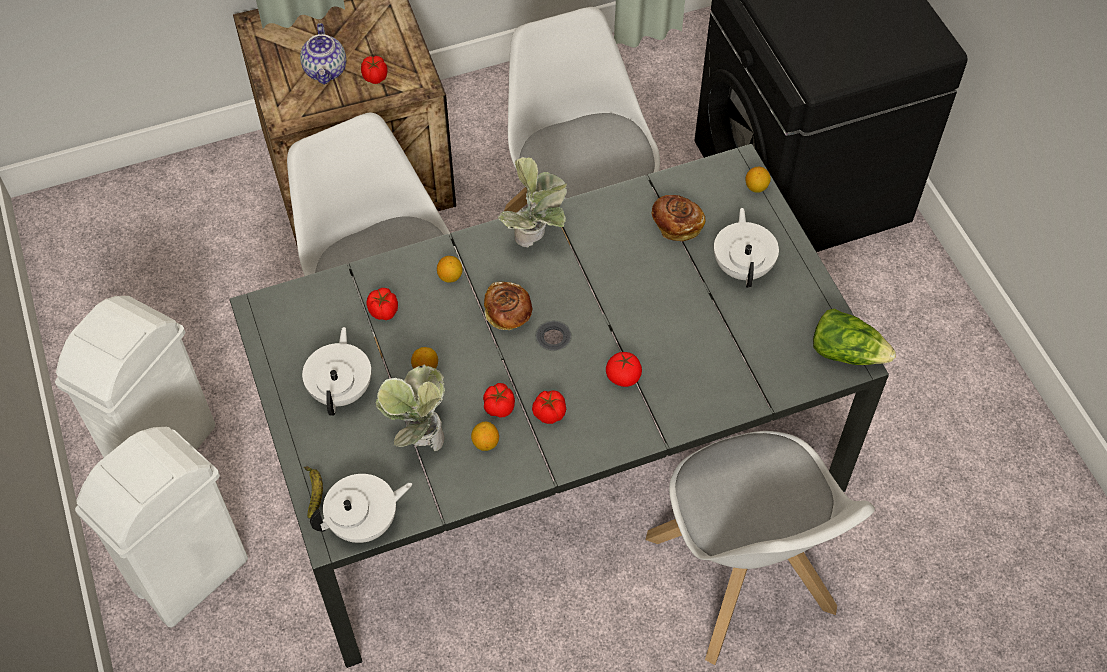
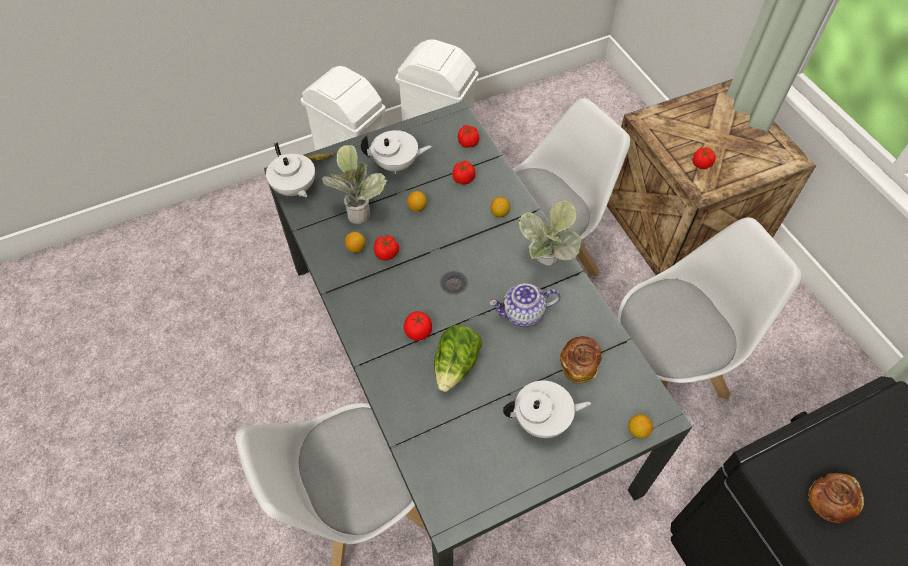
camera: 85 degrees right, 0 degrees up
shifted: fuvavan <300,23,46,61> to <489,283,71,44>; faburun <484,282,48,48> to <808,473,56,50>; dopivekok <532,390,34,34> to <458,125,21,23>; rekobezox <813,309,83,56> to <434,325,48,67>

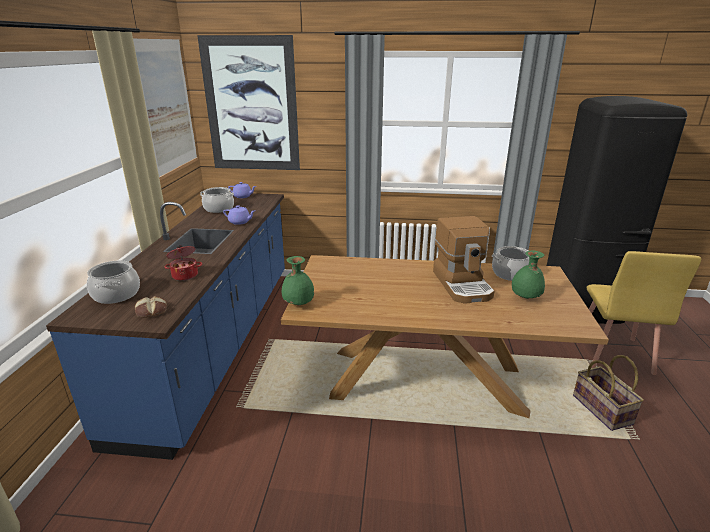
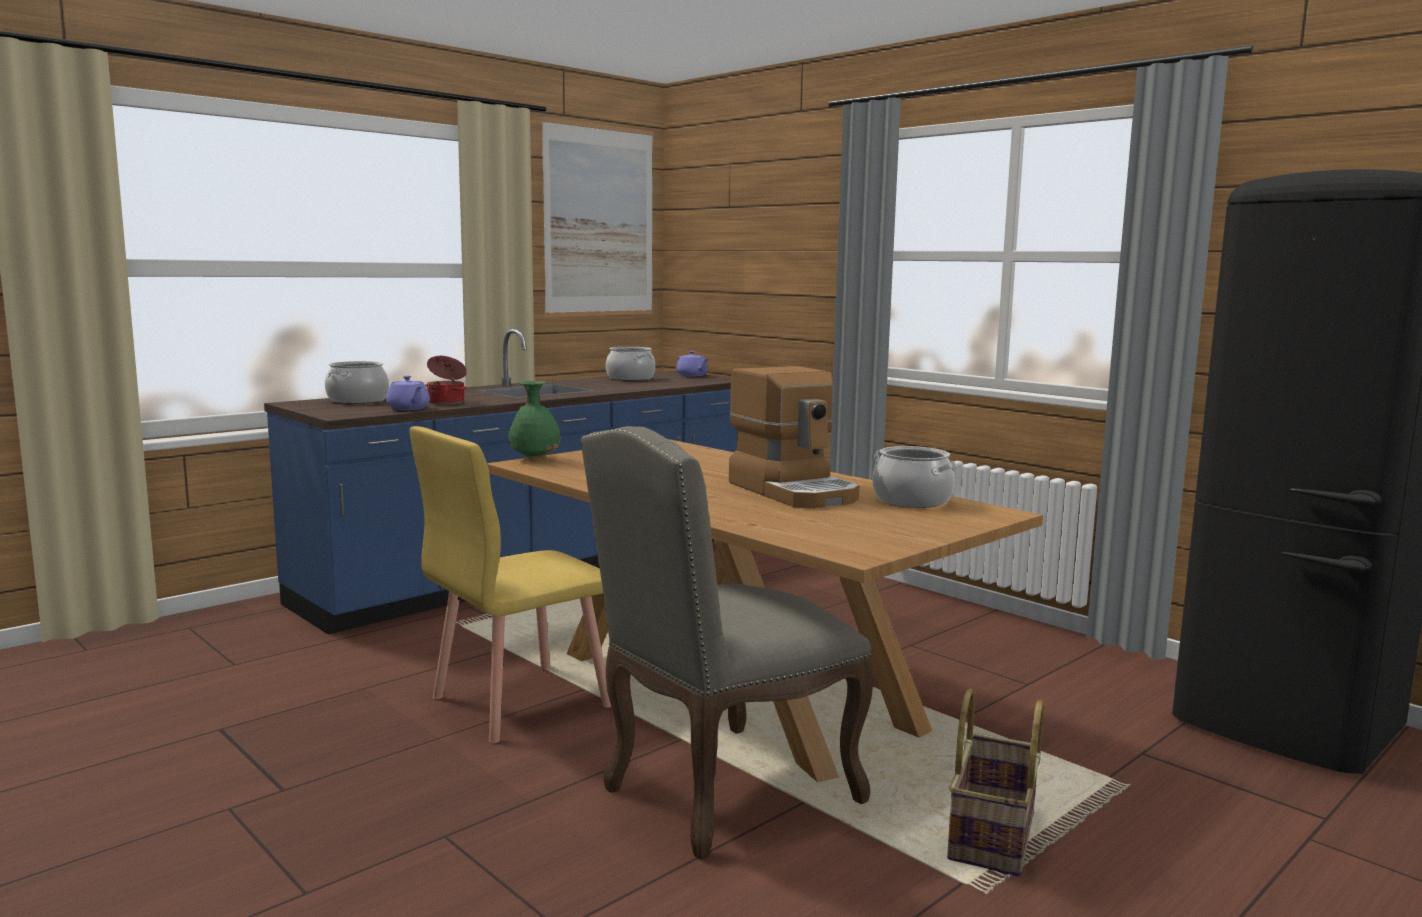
camera: 40 degrees right, 15 degrees down
gone: faburun <135,296,32,22>; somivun <197,35,103,135>; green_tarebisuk <512,250,33,49>
new: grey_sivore <581,426,292,433>
shifted: purple_fuvavan <223,205,32,20> to <386,376,44,34>; yellow_sivore <586,251,115,124> to <410,426,201,317>
rotated: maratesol <433,216,61,88> = <729,366,130,142> 60 degrees counterclockwise

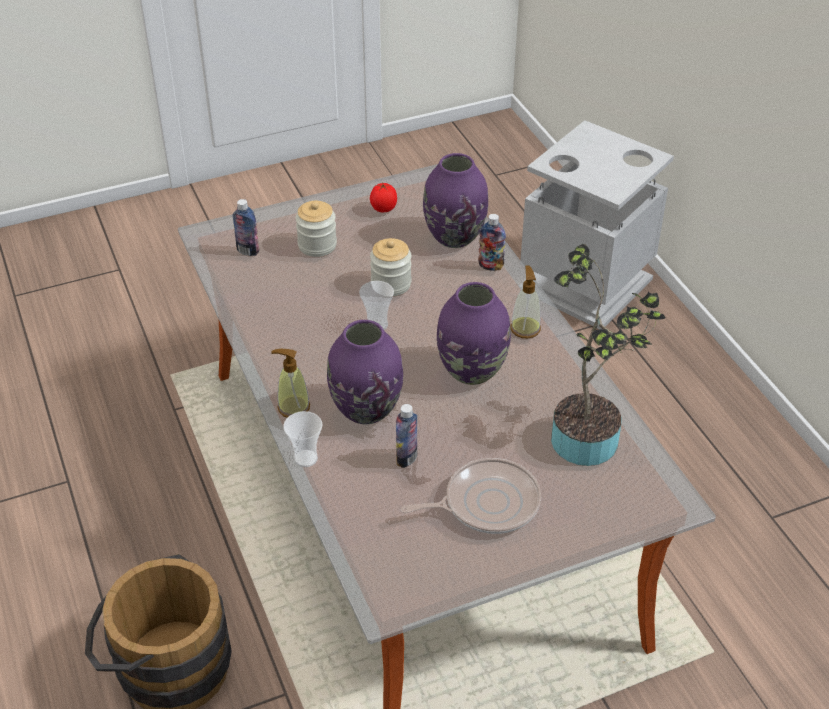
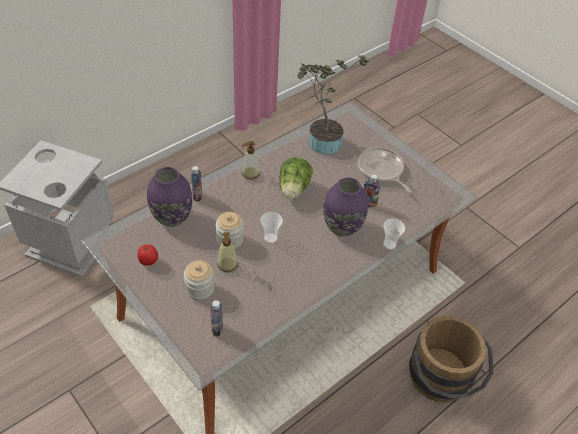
camera: 110 degrees left, 5 degrees up
shifted: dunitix <271,349,39,69> to <217,232,21,40>
swapped: purple_tarebisuk <437,282,74,103> to rekobezox <279,157,34,43>

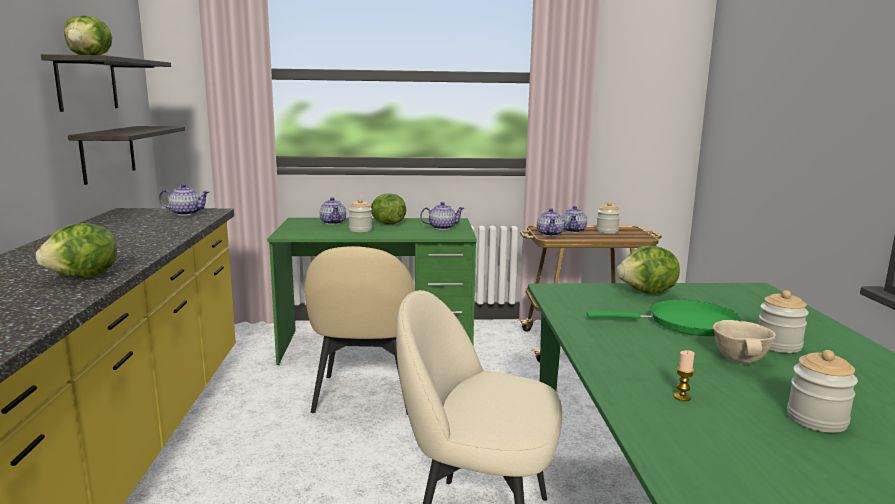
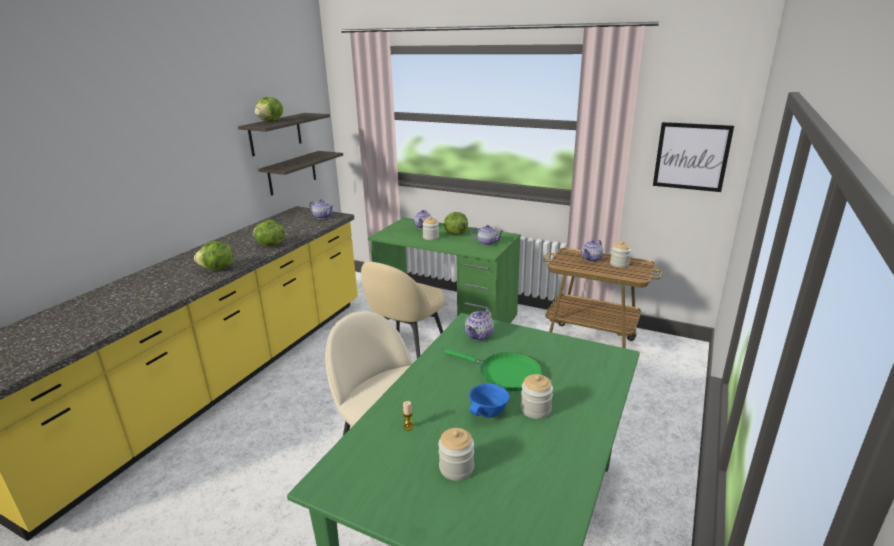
camera: 30 degrees right, 10 degrees up
new: somivun <653,122,81,70>
shifted: fuvavan <537,208,27,28> to <465,308,29,33>; rekobezox <616,246,64,48> to <253,220,32,26>
repainted: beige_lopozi <713,320,63,44> to blue_lopozi <469,383,40,35>

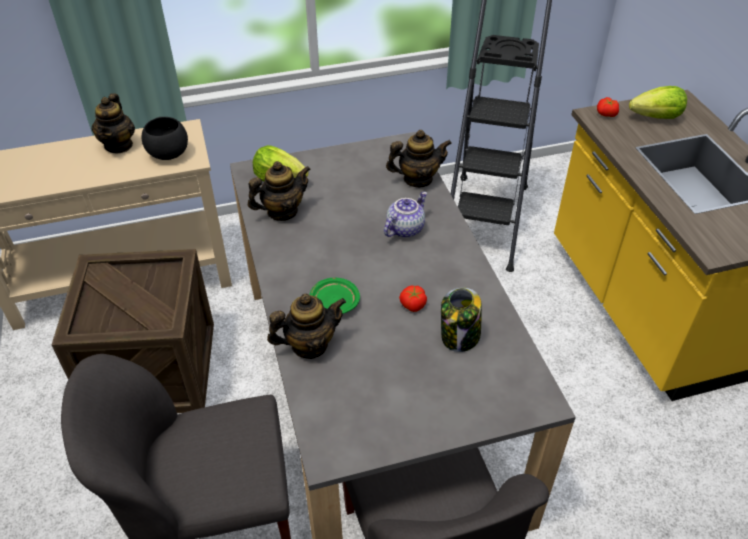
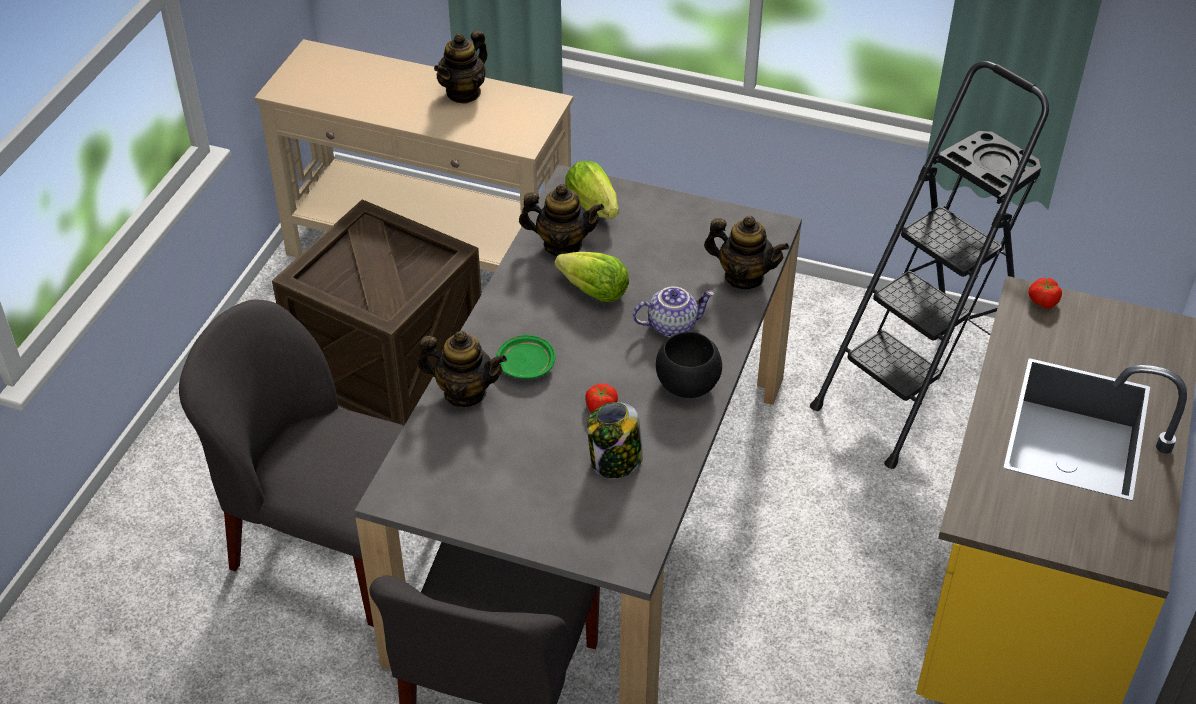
camera: 35 degrees right, 0 degrees up
shifted: black_lopozi <142,117,46,43> to <656,332,66,66>; rekobezox <629,86,58,33> to <555,252,74,50>

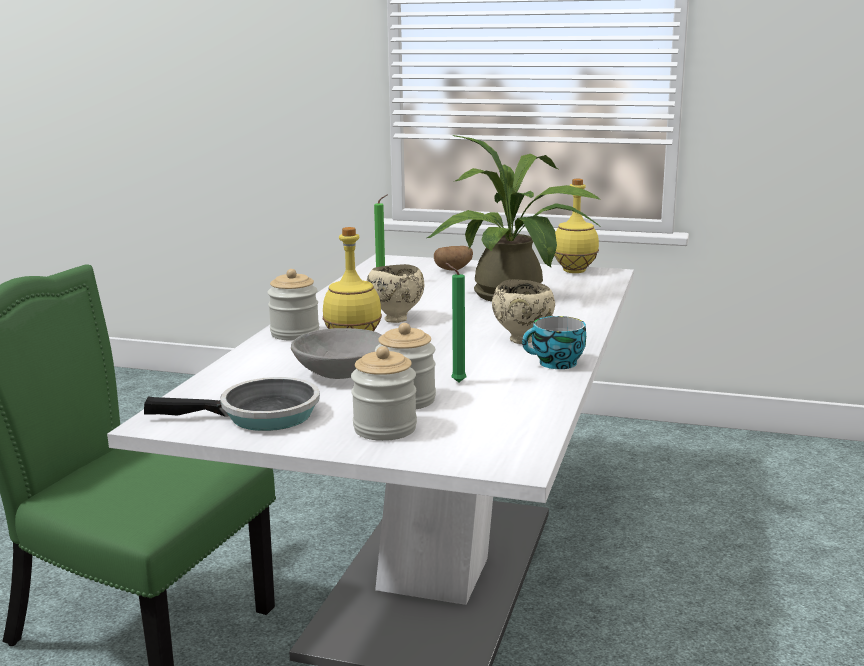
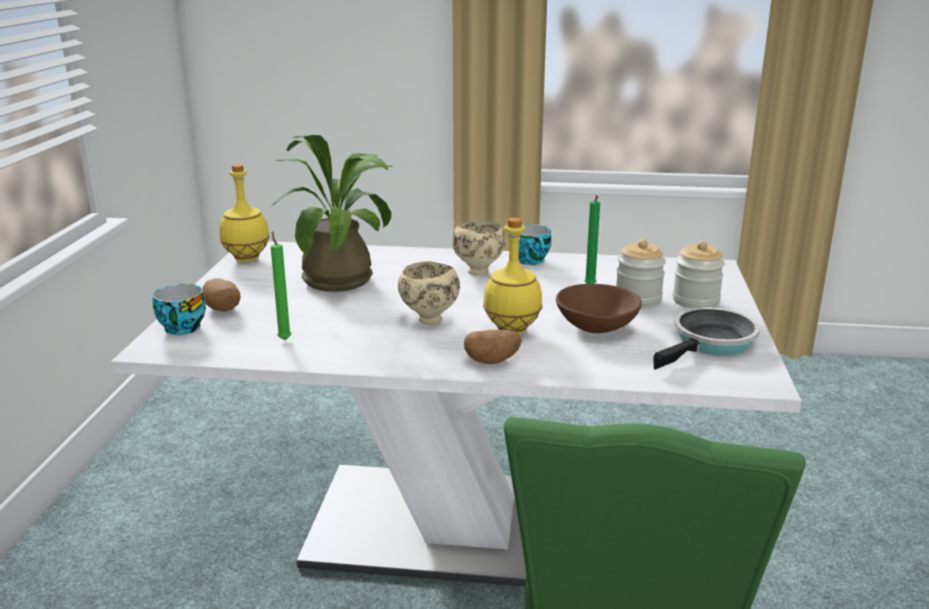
camera: 100 degrees left, 5 degrees up
new: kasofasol <153,284,53,51>
swapped: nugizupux <267,269,52,72> to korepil <464,330,58,34>
repainted: grey_lopozi <291,328,90,51> to brown_lopozi <556,284,86,49>
rotated: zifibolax <144,377,176,54> = <653,307,107,63> 60 degrees clockwise

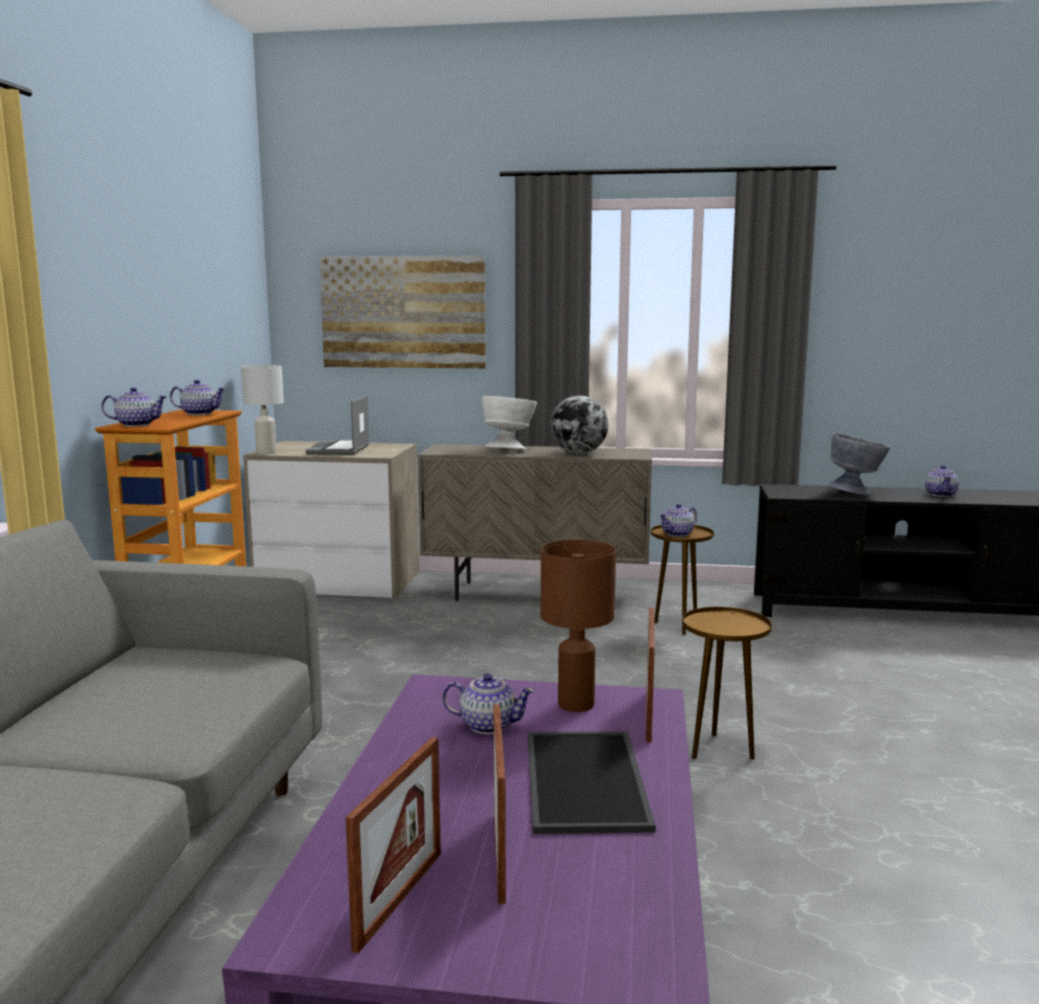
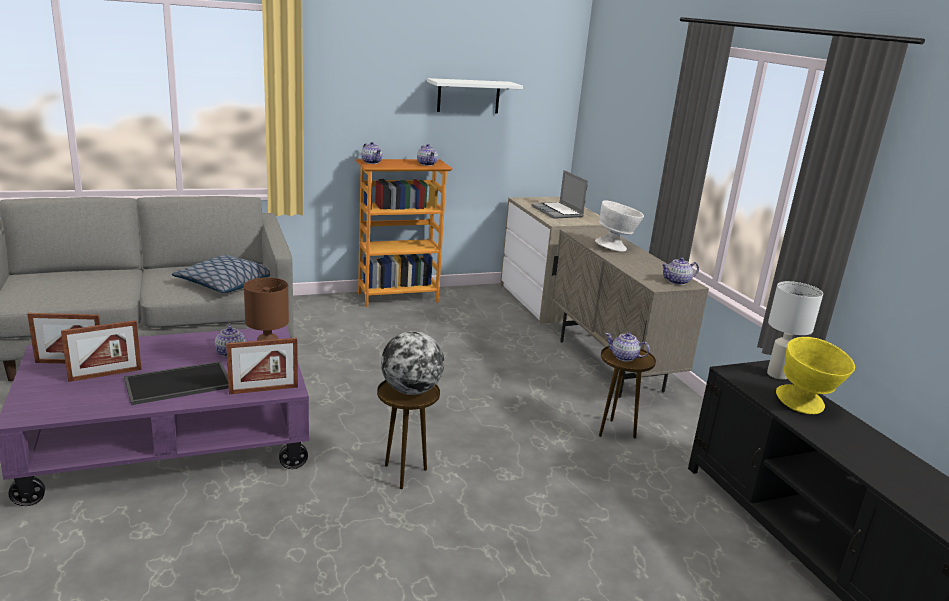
camera: 60 degrees right, 10 degrees up
gone: somivun <319,255,167,113>
new: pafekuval <172,255,98,38>; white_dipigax <427,78,96,35>
shifted: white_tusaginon <241,365,43,89> to <767,281,56,99>; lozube <550,395,58,59> to <381,331,63,64>; fuvavan <925,465,34,32> to <661,257,38,28>
repainted: grey_lopozi <827,433,63,62> to yellow_lopozi <776,337,79,77>
rotated: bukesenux <305,395,65,60> = <531,170,57,49> 90 degrees counterclockwise

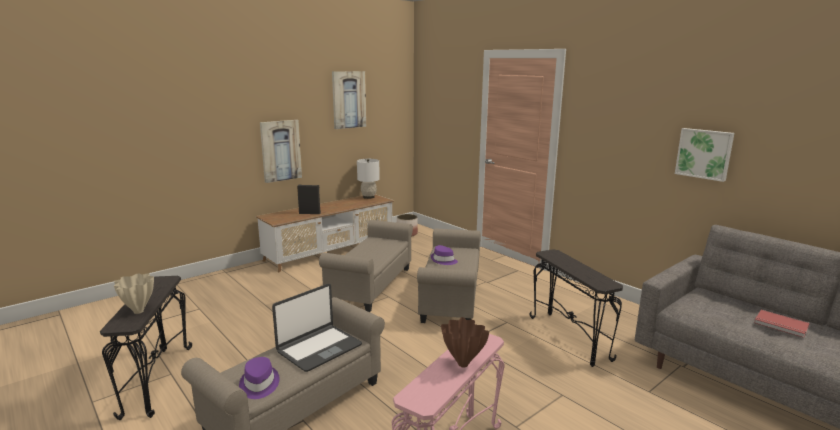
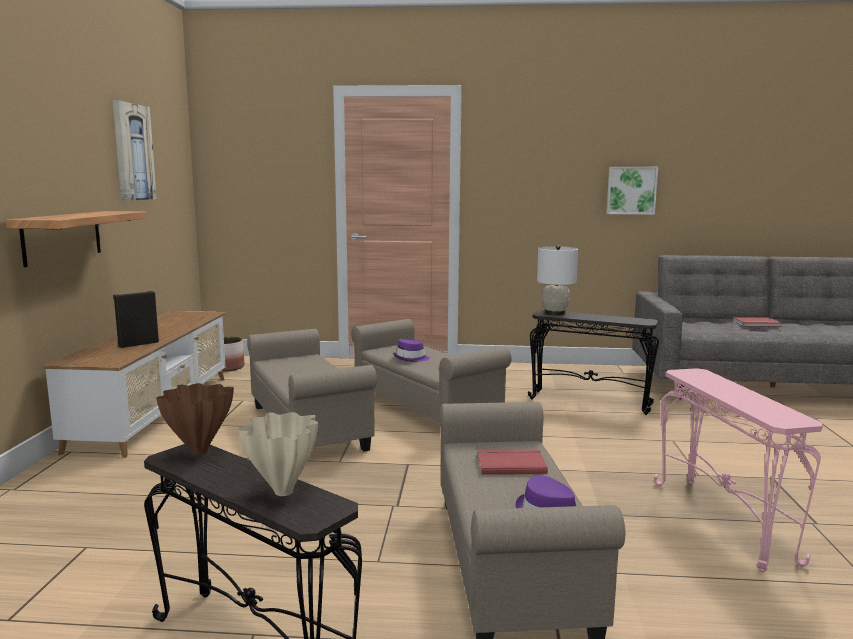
camera: 45 degrees left, 5 degrees down
shifted: white_tusaginon <357,159,23,40> to <537,245,41,70>; brown_tarebisuk <441,317,48,50> to <156,383,78,72>
swapped: somivun <260,120,42,63> to dipigax <6,211,140,56>; bukesenux <272,284,90,88> to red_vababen <477,449,71,26>

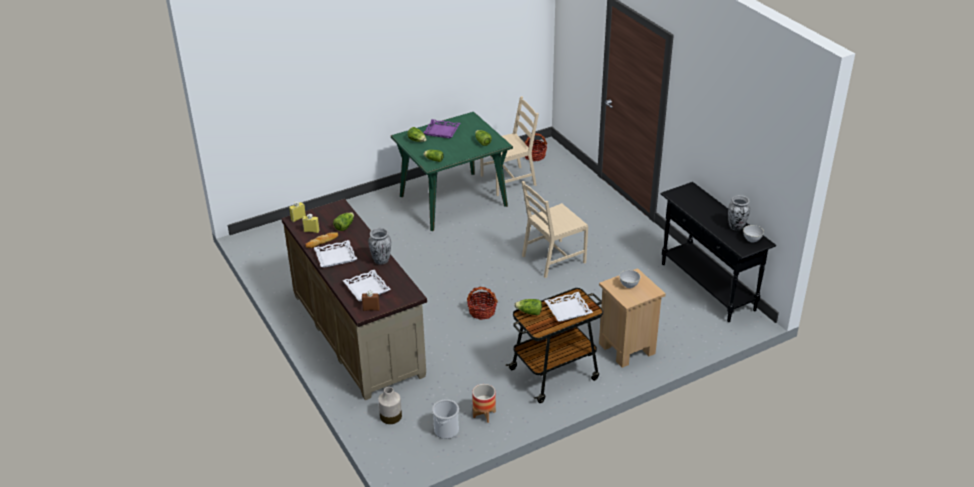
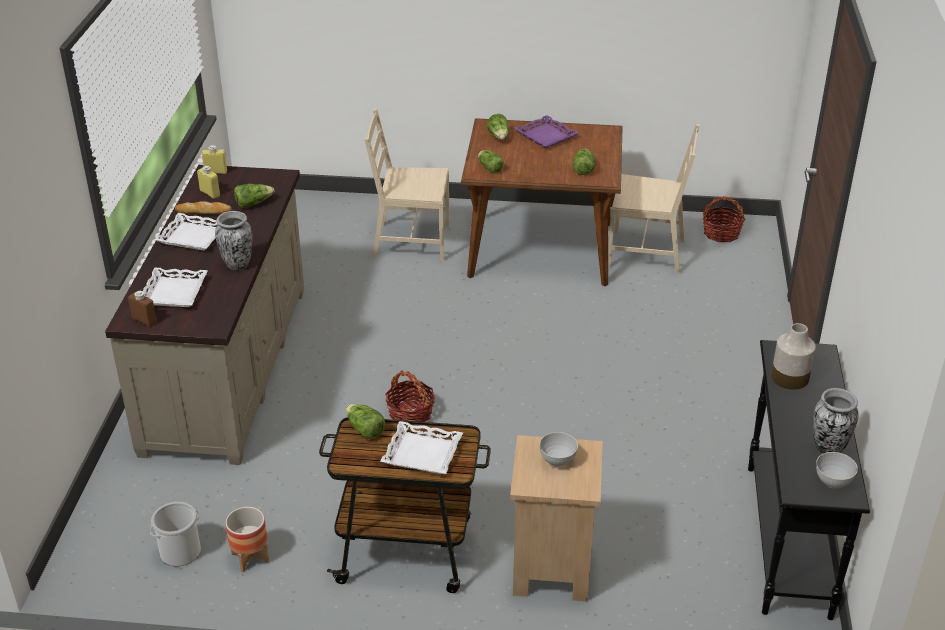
camera: 35 degrees right, 0 degrees up
shifted: beige_tarebisuk <378,387,24,37> to <771,323,45,66>; beige_sivore <522,181,66,97> to <364,109,85,152>
repainted: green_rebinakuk <391,112,122,119> to brown_rebinakuk <461,118,162,168>

